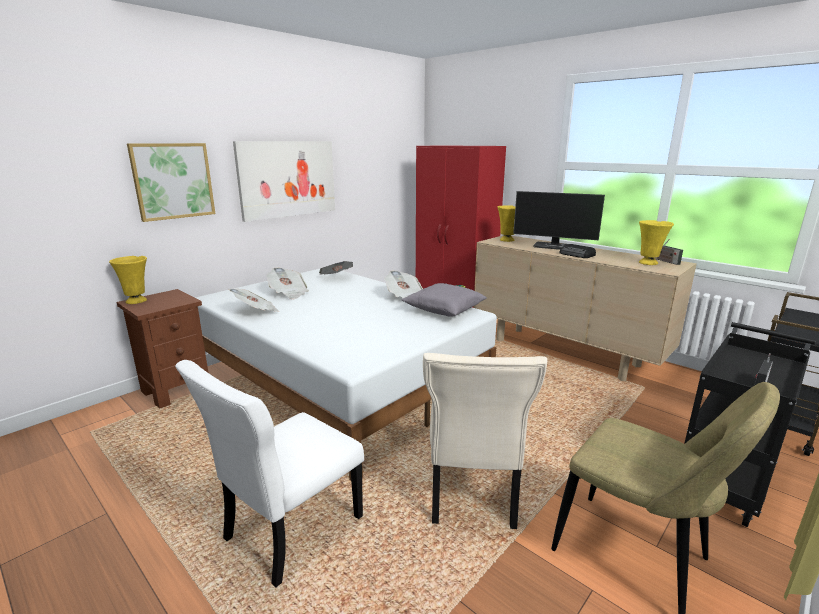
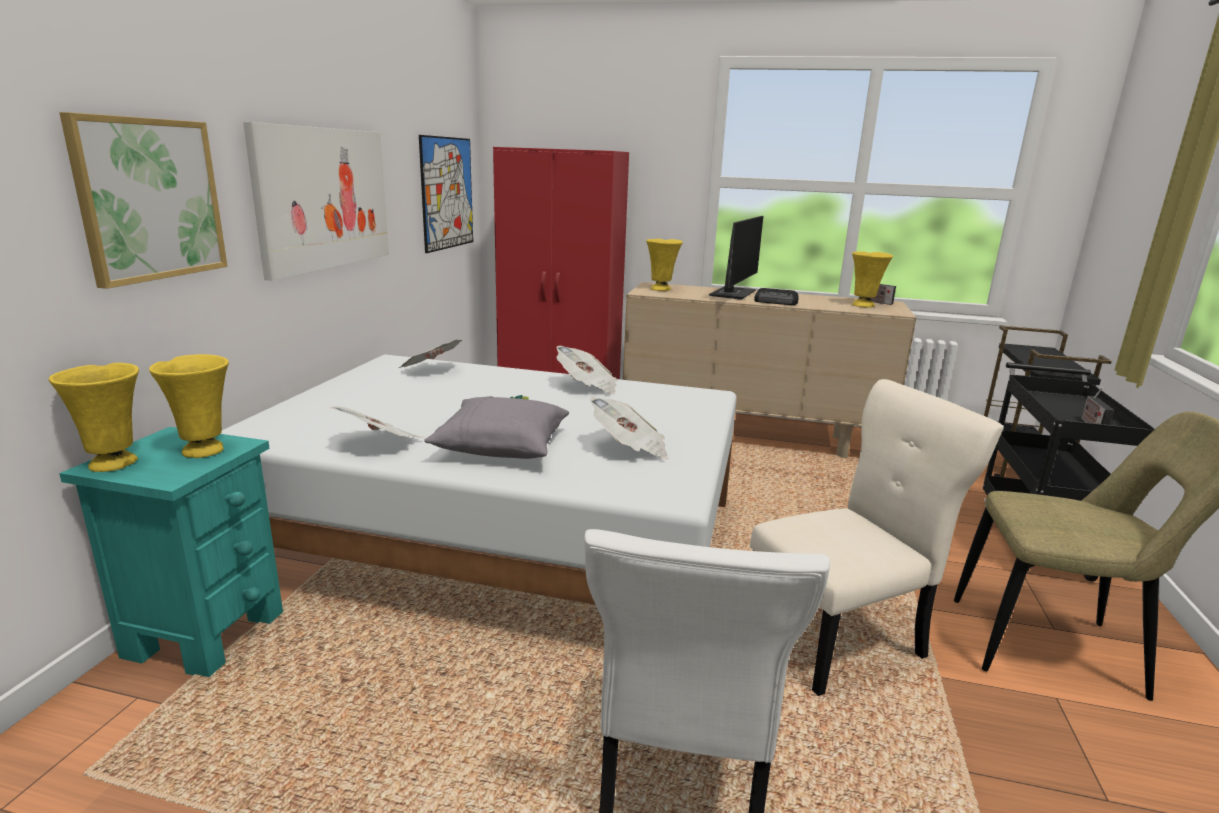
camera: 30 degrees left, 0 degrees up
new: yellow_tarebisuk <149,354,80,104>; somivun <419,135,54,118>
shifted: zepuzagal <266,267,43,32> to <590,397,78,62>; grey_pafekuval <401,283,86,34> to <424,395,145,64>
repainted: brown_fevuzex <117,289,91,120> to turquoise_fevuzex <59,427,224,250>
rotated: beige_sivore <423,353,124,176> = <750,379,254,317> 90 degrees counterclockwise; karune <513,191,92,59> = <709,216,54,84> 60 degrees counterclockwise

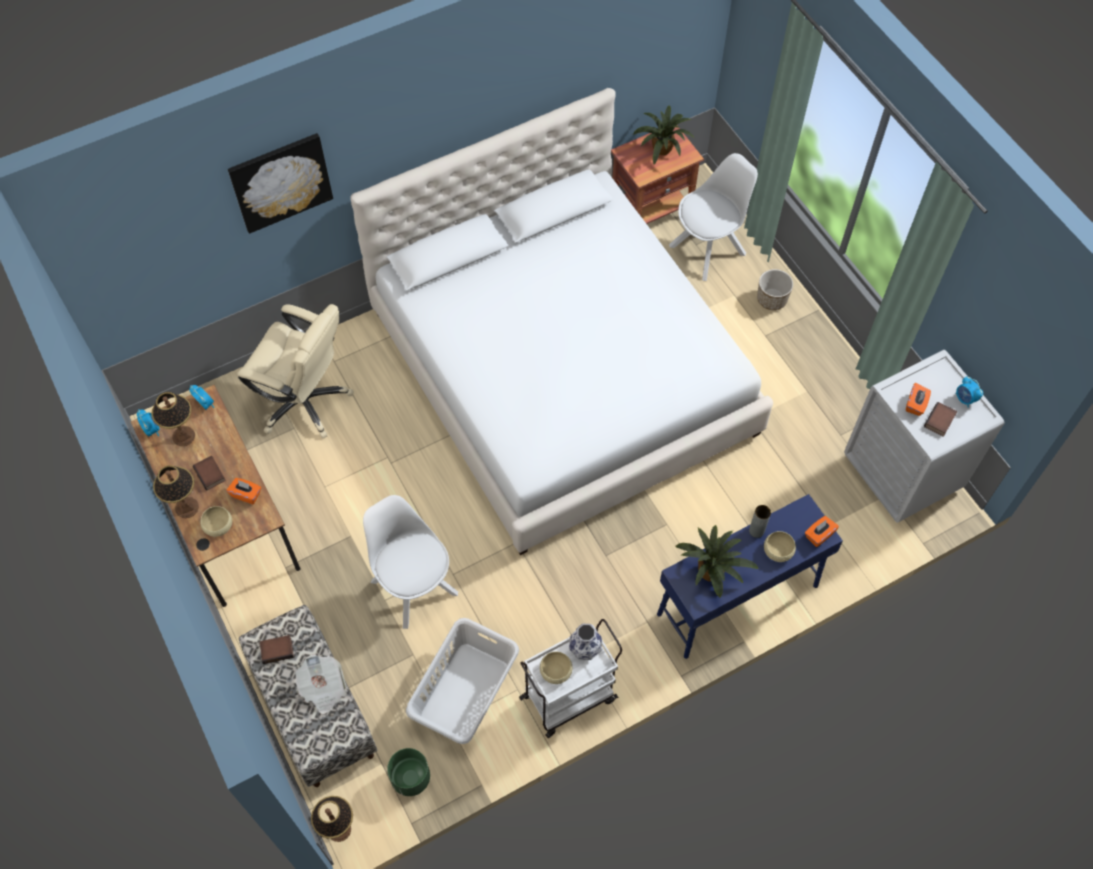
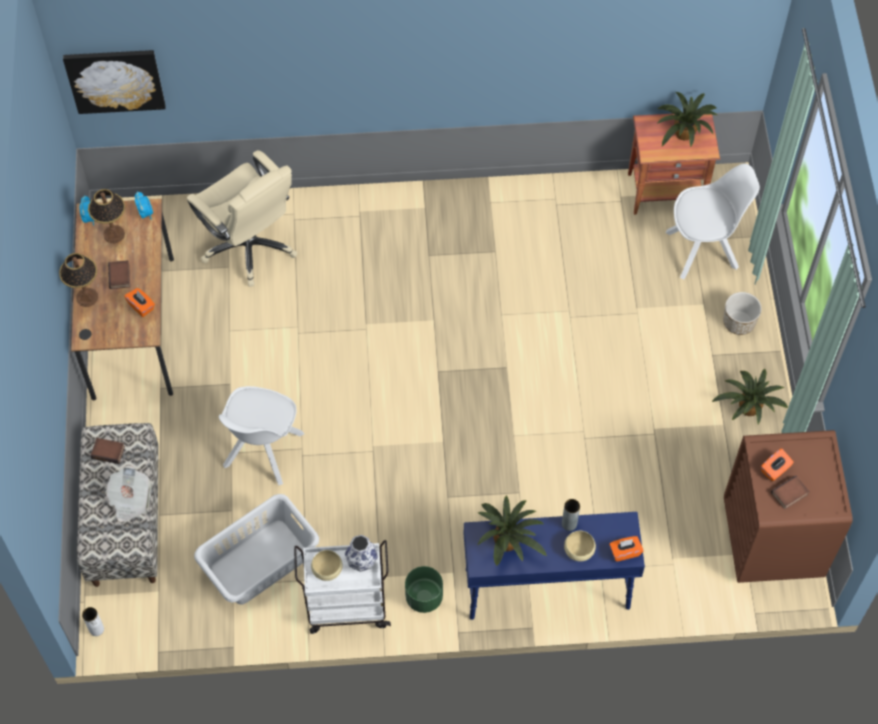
camera: 25 degrees right, 0 degrees up
gone: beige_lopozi <200,506,32,31>; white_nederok <350,88,423,467>; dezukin <955,376,28,32>
new: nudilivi <712,369,76,55>
shifted: somivun <228,133,105,101> to <63,50,103,64>; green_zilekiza <387,748,43,48> to <405,566,38,47>
swapped: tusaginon <311,796,42,46> to white_tarebisuk <82,607,22,29>
repainted: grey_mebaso <844,350,161,173> to brown_mebaso <724,430,129,153>
rotated: white_sivore <363,495,95,134> = <219,386,85,99> 150 degrees counterclockwise

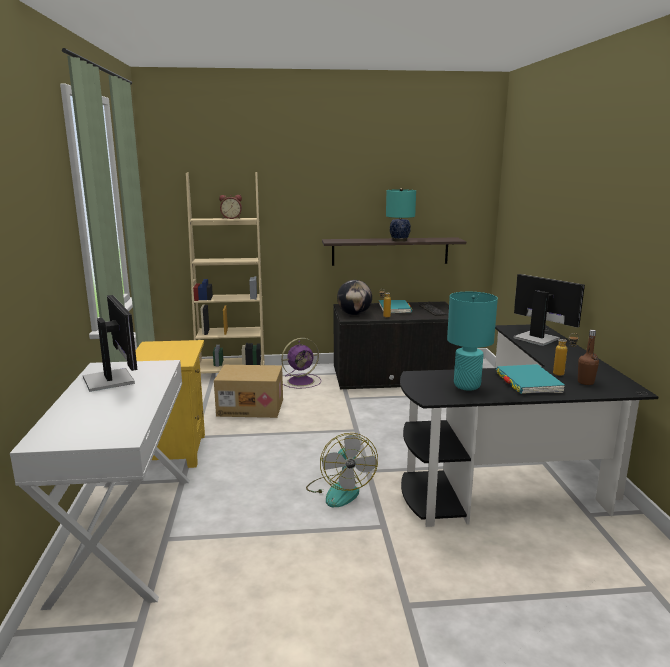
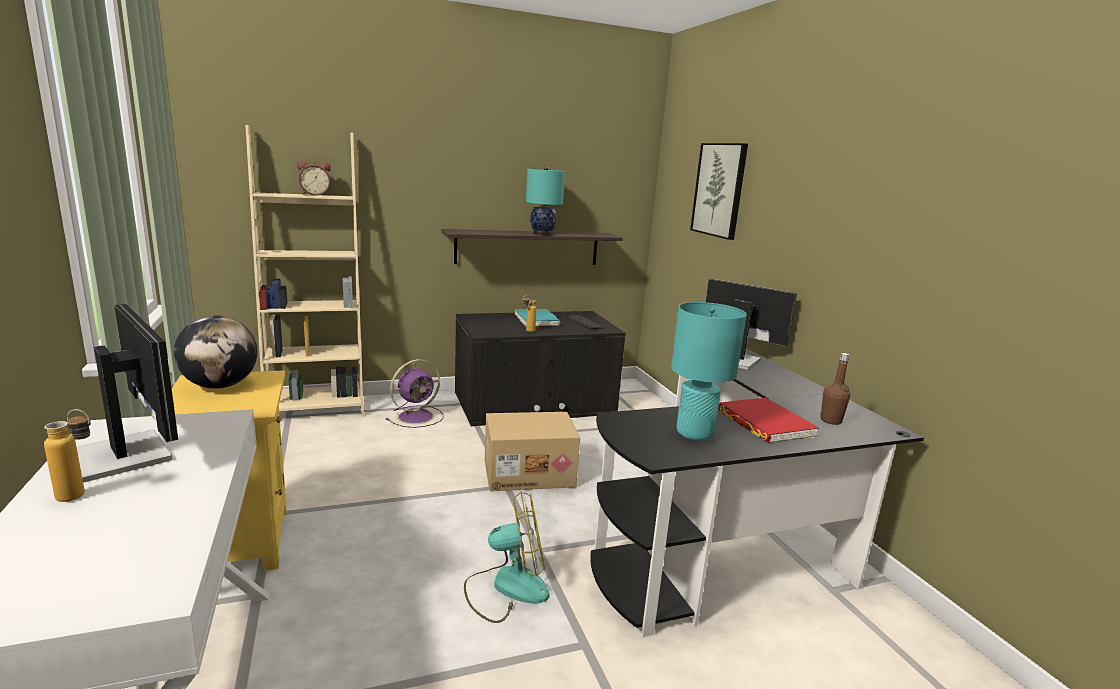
camera: 15 degrees left, 0 degrees up
new: somivun <690,143,58,97>
shifted: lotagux <214,365,69,53> to <485,412,95,79>; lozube <337,280,35,35> to <174,316,84,73>; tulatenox <553,333,26,43> to <44,409,47,93>
repainted: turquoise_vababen <496,364,69,30> to red_vababen <718,398,101,45>
rotated: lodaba <306,433,72,75> = <464,491,86,132> 75 degrees counterclockwise

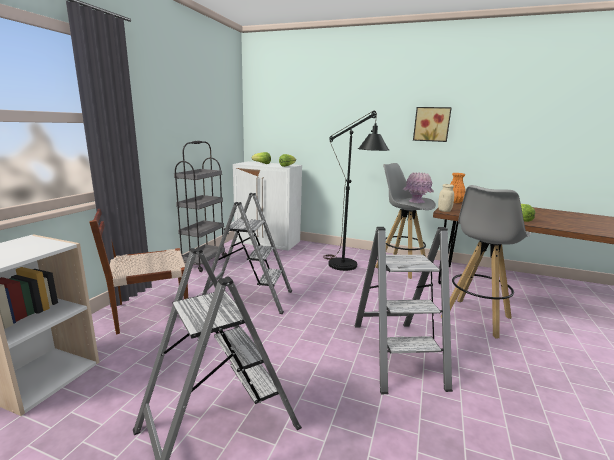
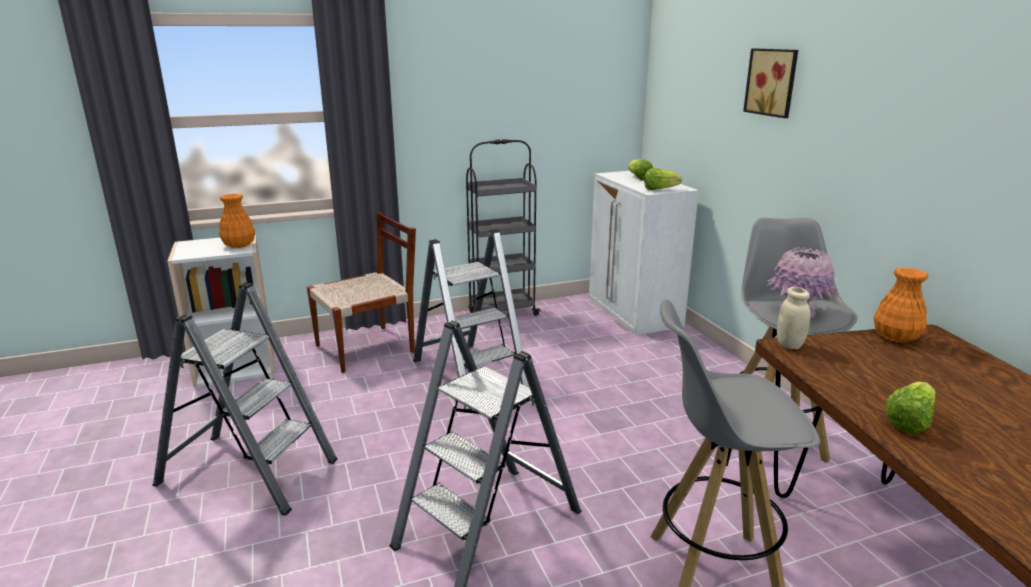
camera: 50 degrees right, 5 degrees up
gone: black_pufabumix <323,111,66,160>
new: orange_tarebisuk <219,194,36,54>
shifted: somivun <413,107,39,35> to <743,48,55,70>
rotated: sivore <89,209,99,125> = <307,212,109,161> 120 degrees clockwise

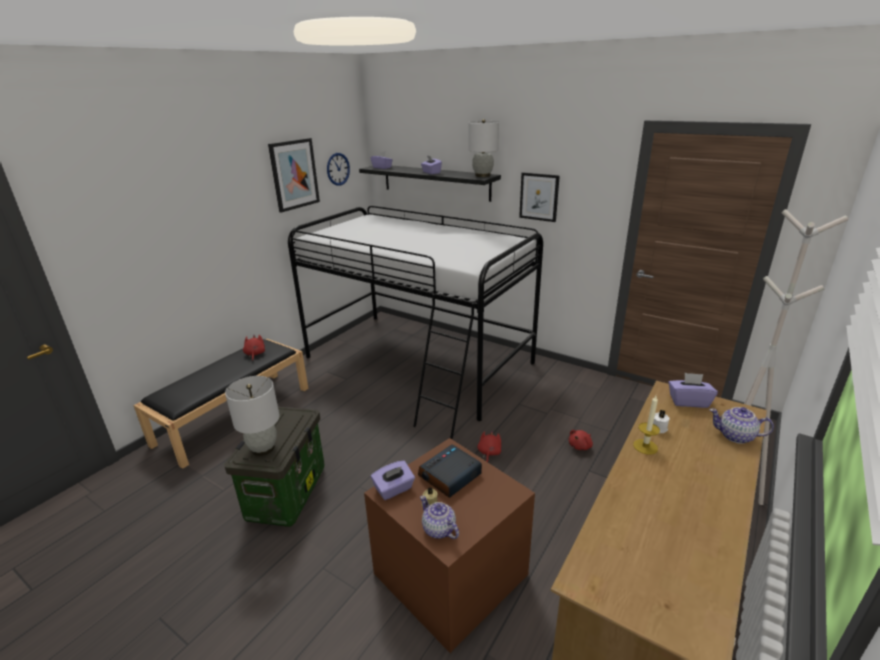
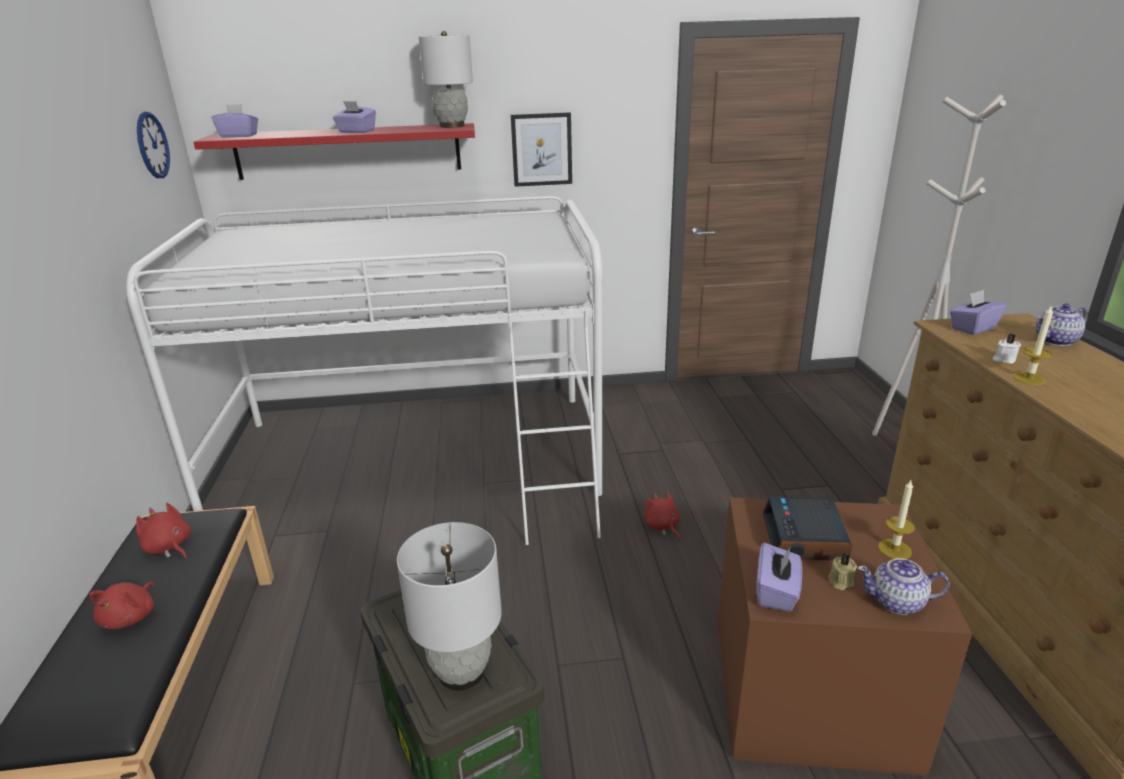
camera: 40 degrees left, 0 degrees up
gone: somivun <268,138,52,75>
new: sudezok <878,480,37,79>
shifted: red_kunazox <568,430,25,20> to <89,582,65,47>
repainted: black_nederok <288,206,255,234> to white_nederok <126,196,476,349>; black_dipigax <359,166,142,36> to red_dipigax <193,123,282,57>

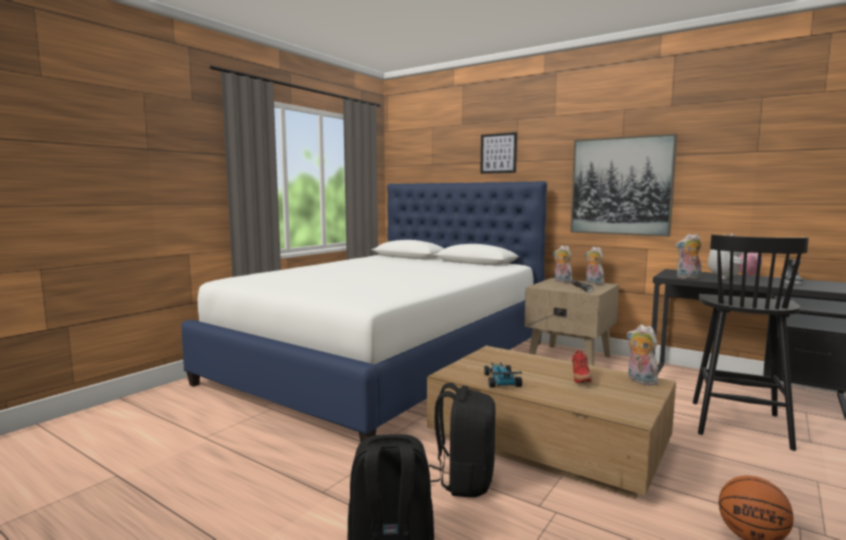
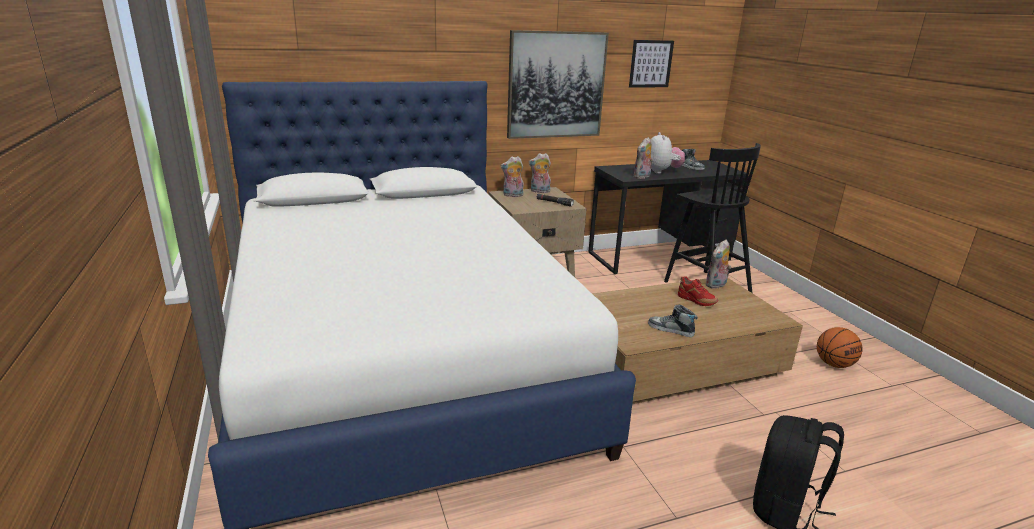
camera: 55 degrees left, 15 degrees up
gone: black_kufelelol <429,383,66,115>
shifted: somivun <480,132,37,42> to <629,40,45,48>
swapped: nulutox <484,362,38,26> to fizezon <648,305,50,32>
rotated: kunazox <626,325,32,61> = <705,240,26,49> 45 degrees counterclockwise

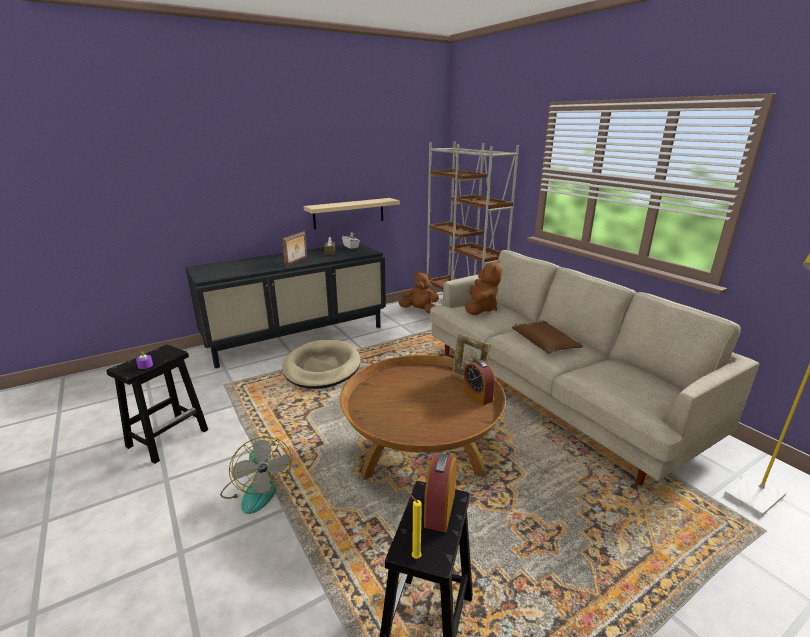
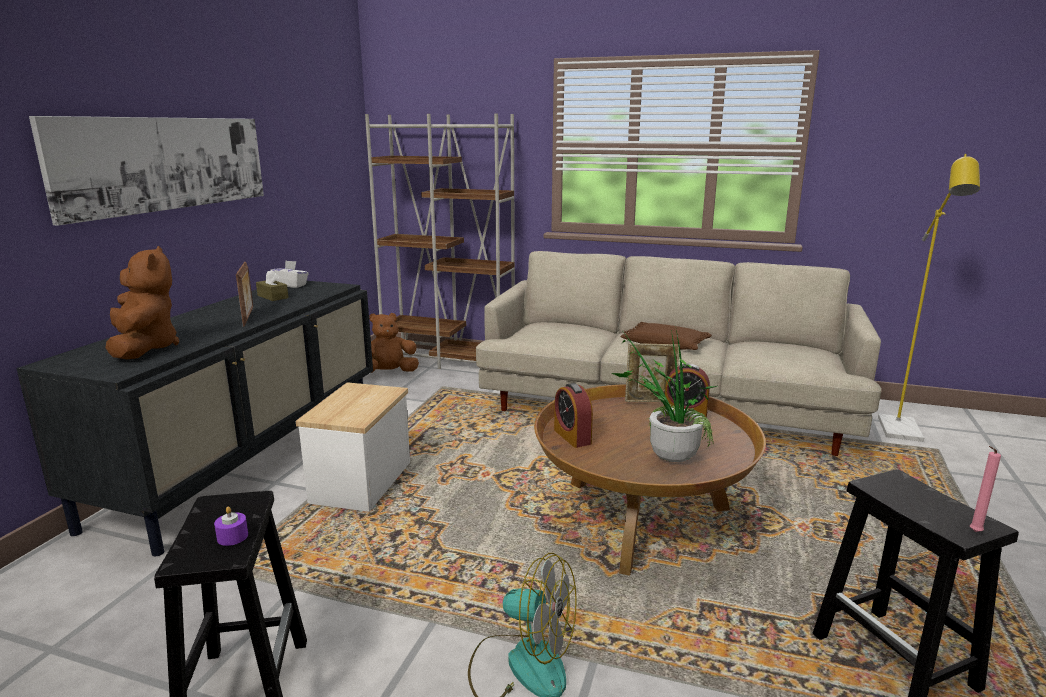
camera: 40 degrees left, 5 degrees down
gone: beige_dipigax <304,198,96,31>
new: somivun <29,116,235,110>; nudilivi <612,330,105,132>
shifted: dezukin <424,454,33,78> to <554,383,39,65>; brown_kunazox <465,260,37,55> to <105,246,74,113>
swapped: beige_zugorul <282,340,79,49> to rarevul <296,382,114,130>
repainted: yellow_sudezok <409,494,13,65> to pink_sudezok <970,446,31,86>

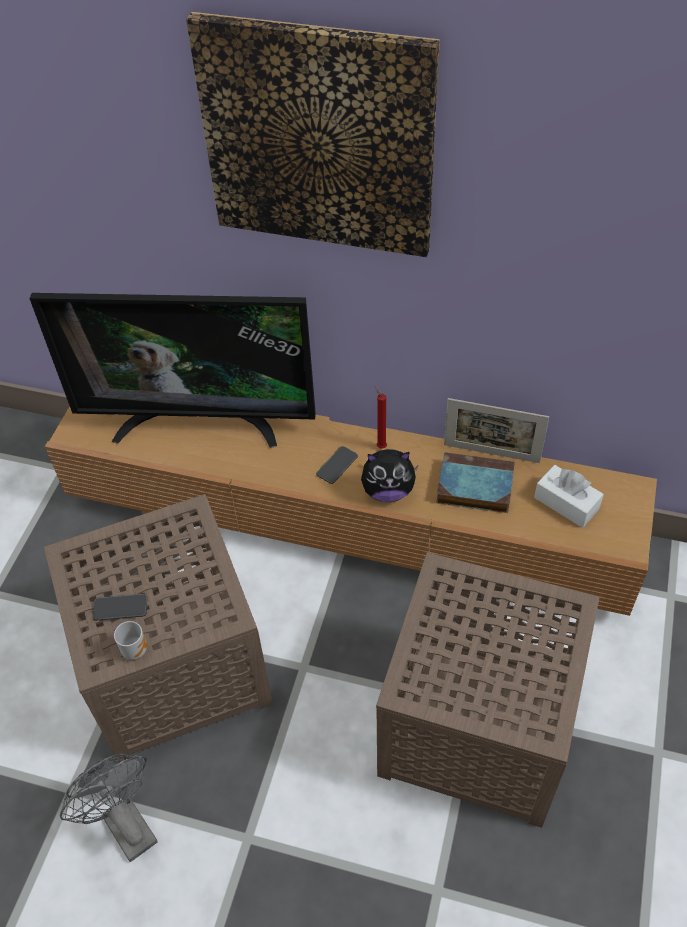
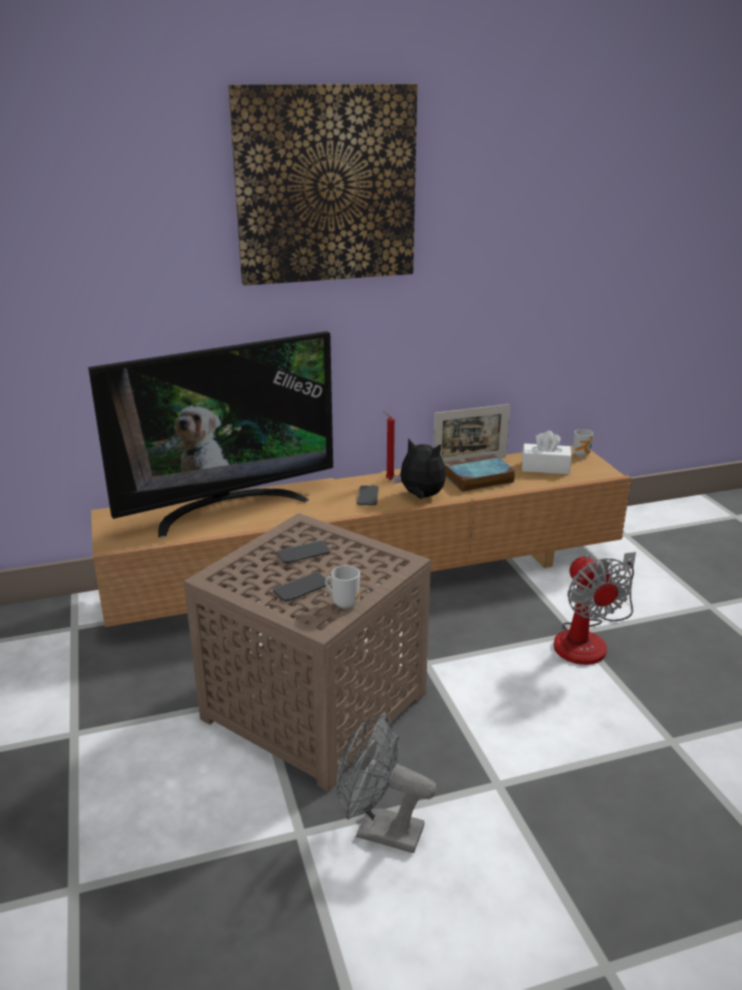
camera: 35 degrees left, 25 degrees down
new: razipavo <277,541,54,22>; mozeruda <573,429,20,28>
swapped: brown_rarevul <376,552,223,276> to lodaba <554,552,82,113>
rotated: kunazox <361,449,57,53> = <393,438,53,61> 120 degrees counterclockwise

